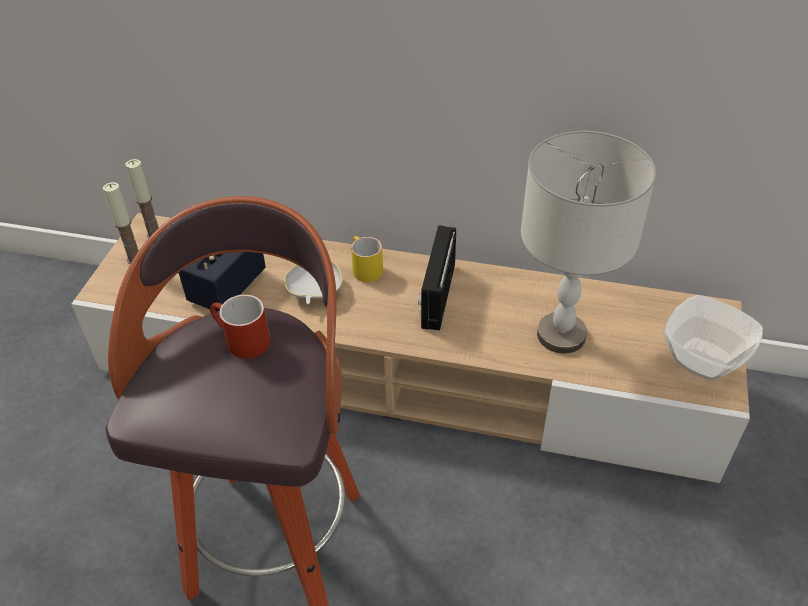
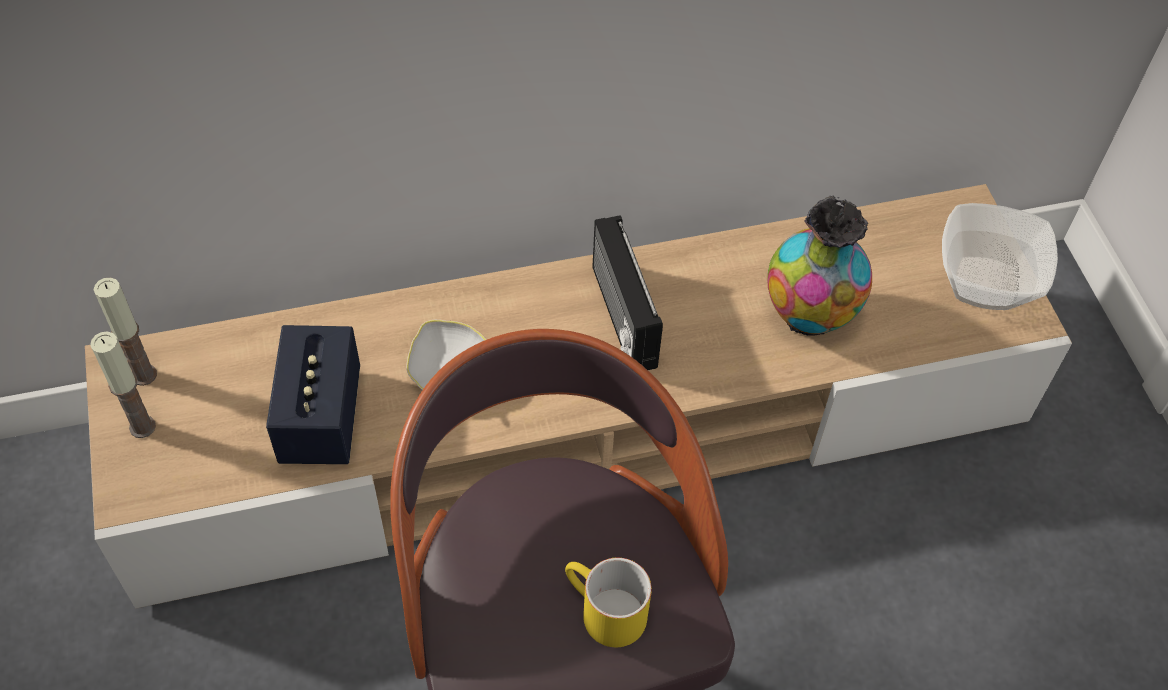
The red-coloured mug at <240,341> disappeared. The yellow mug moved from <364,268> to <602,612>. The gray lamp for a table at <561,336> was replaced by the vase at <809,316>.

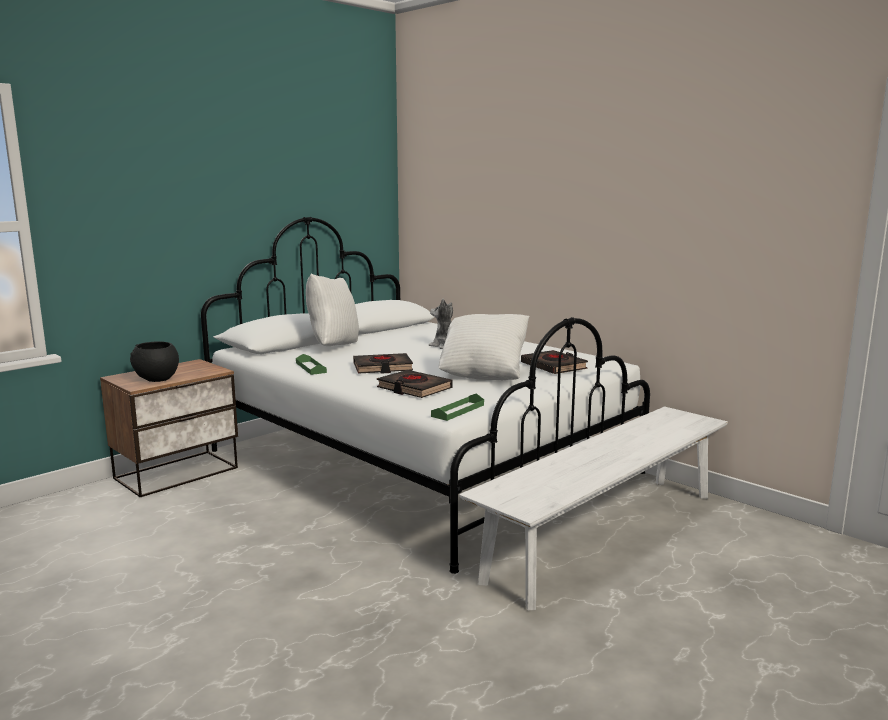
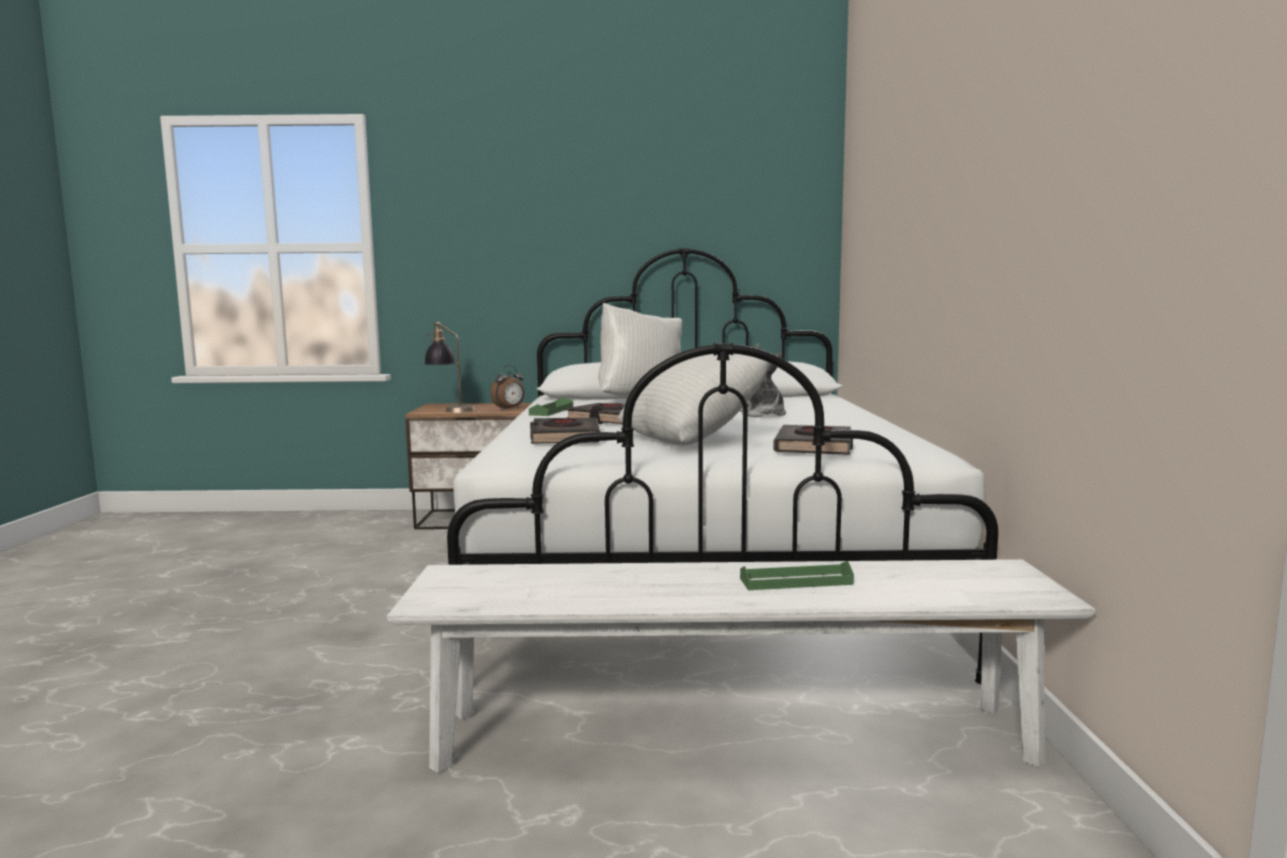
The bedside clock at <509,409> appeared. The greenish tray moved from <458,411> to <796,581>. The black-coloured deep dish at <156,379> was replaced by the lamp for a table at <451,409>.

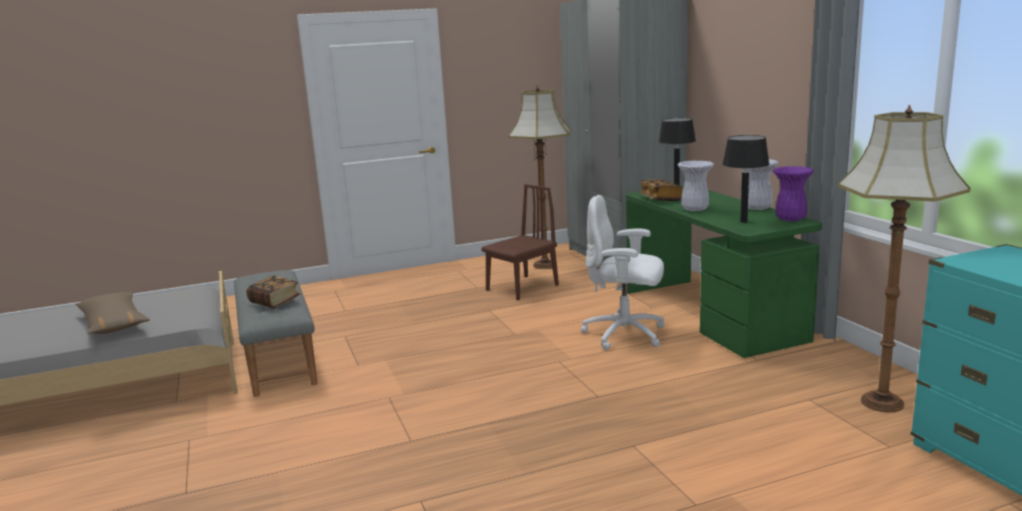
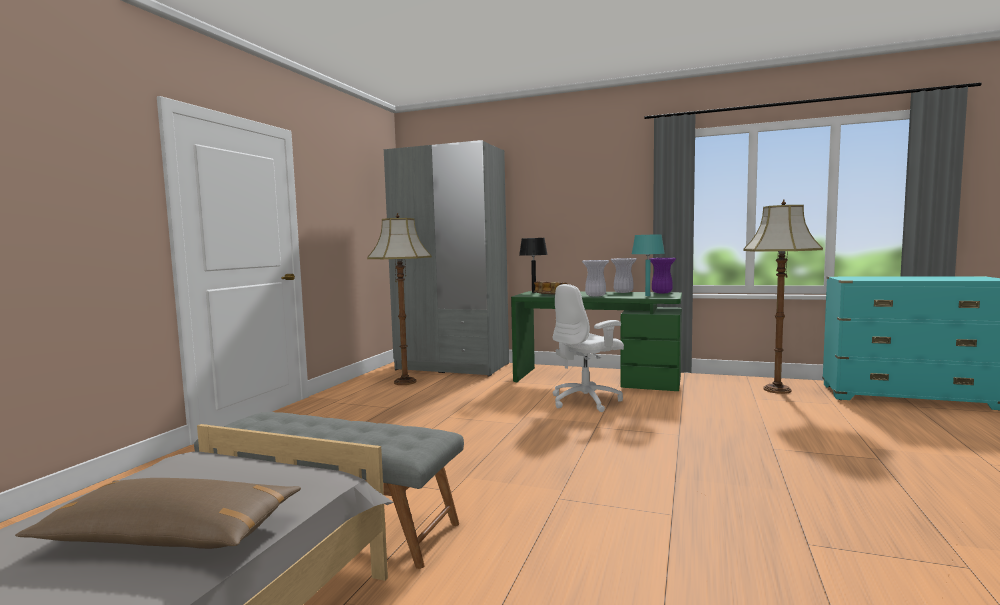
The book at <275,302> disappeared. The brown-coloured plain chair at <522,287> disappeared. The black-coloured lamp for a table at <743,222> became the blue-green lamp for a table at <647,295>.

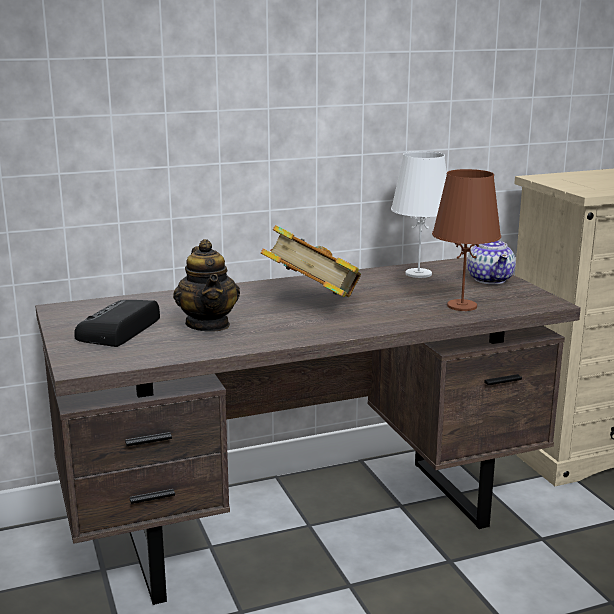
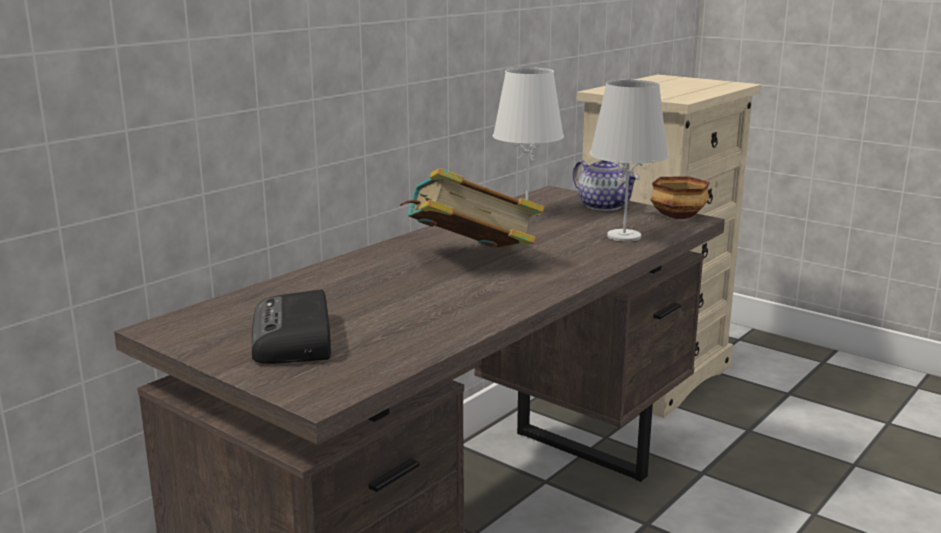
The teapot at <208,325> disappeared. The deep dish at <676,217> appeared. The brown-coloured lamp for a table at <462,306> became the white-coloured lamp for a table at <624,236>.

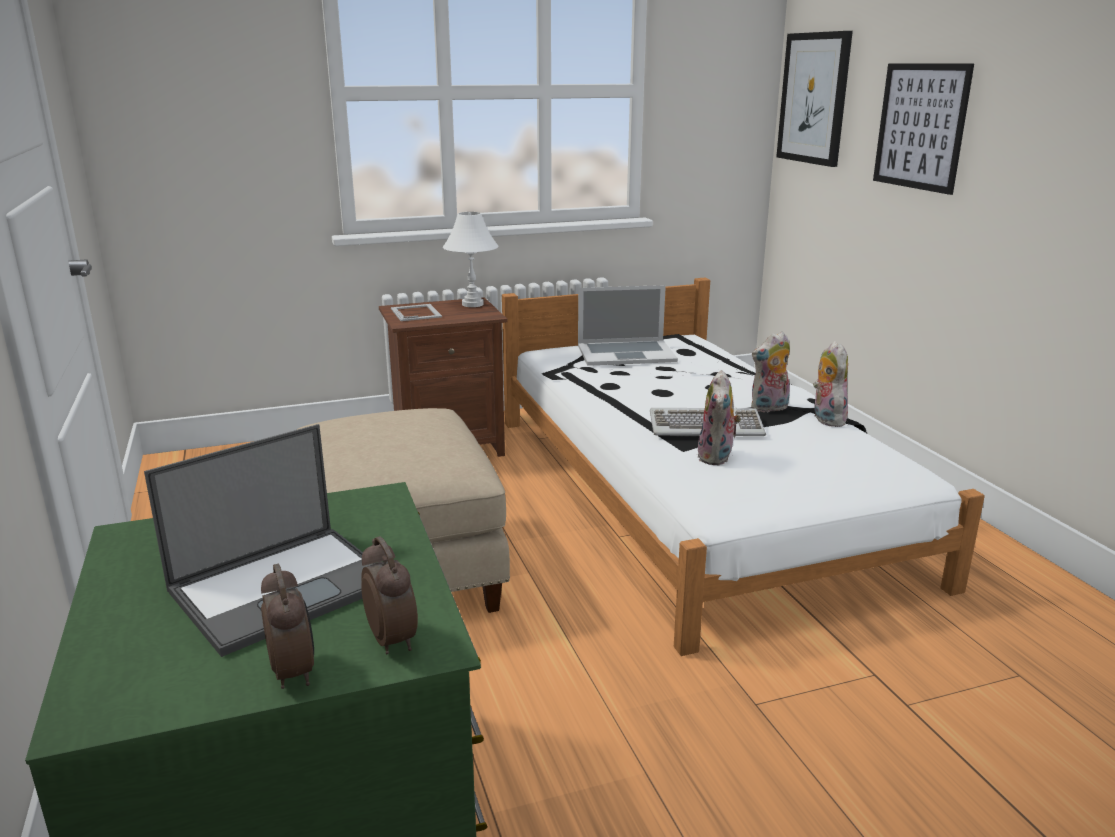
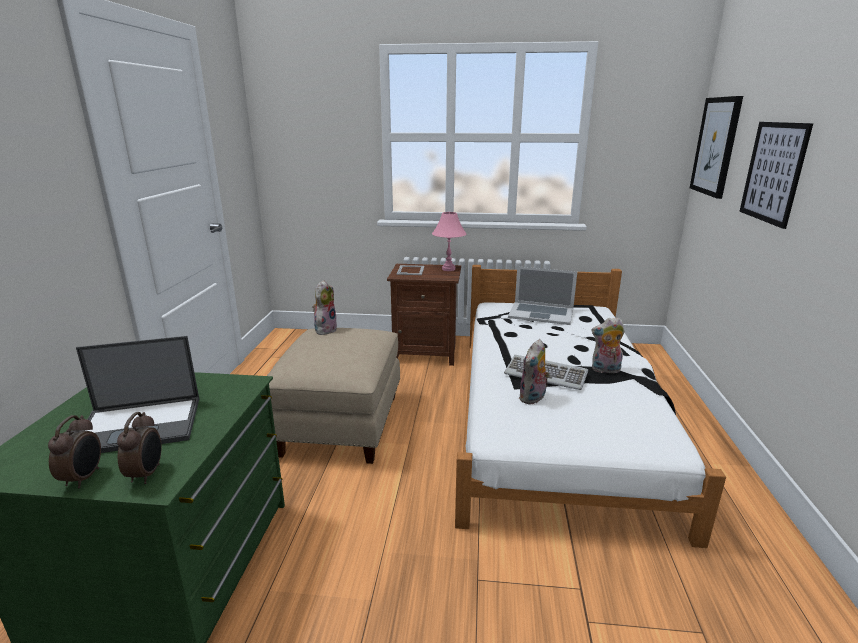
The soft toy moved from <825,419> to <325,329>. The white-coloured lamp for a table at <473,304> became the pink lamp for a table at <448,269>.

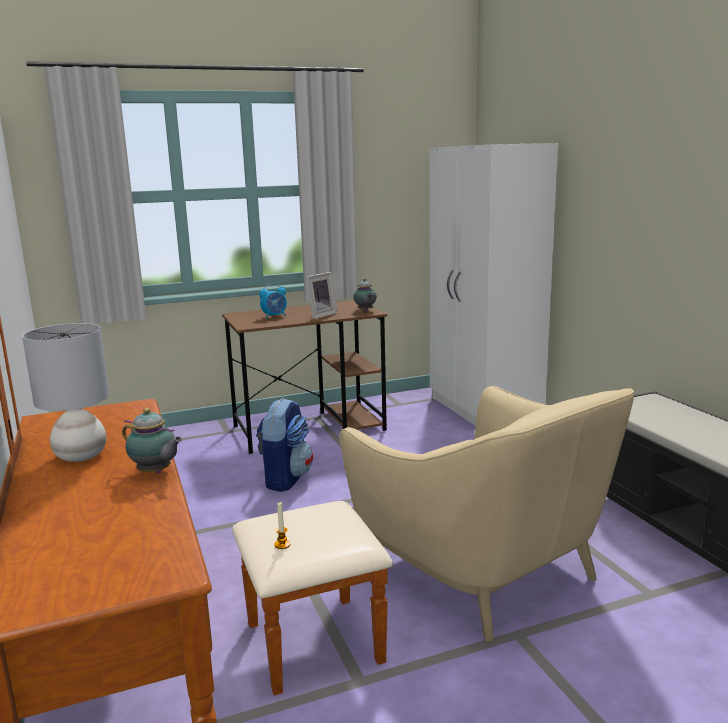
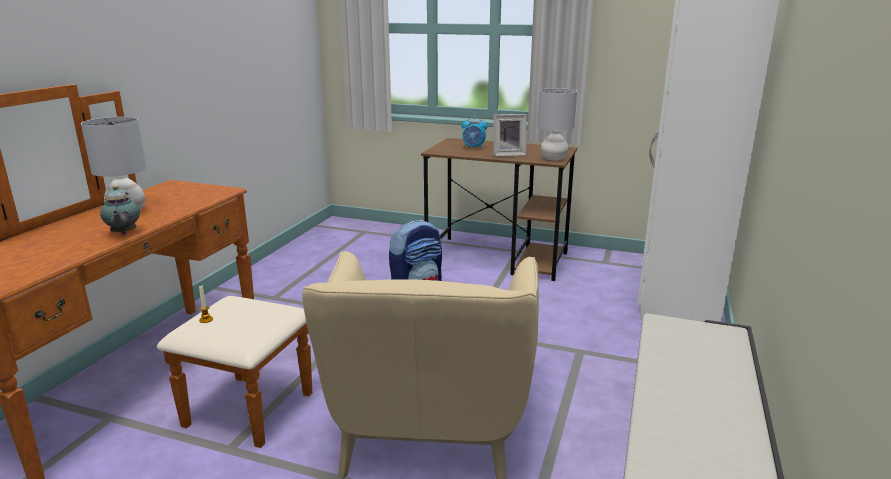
The teapot at <365,311> was replaced by the gray lamp for a table at <553,158>.

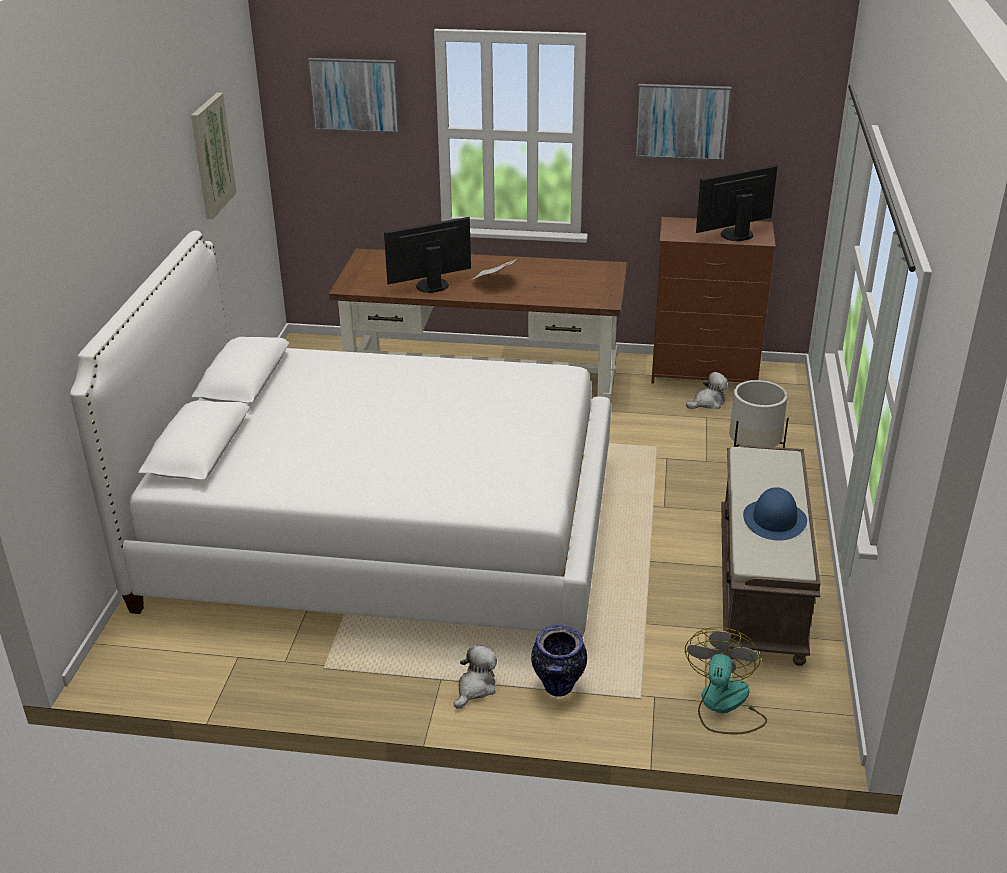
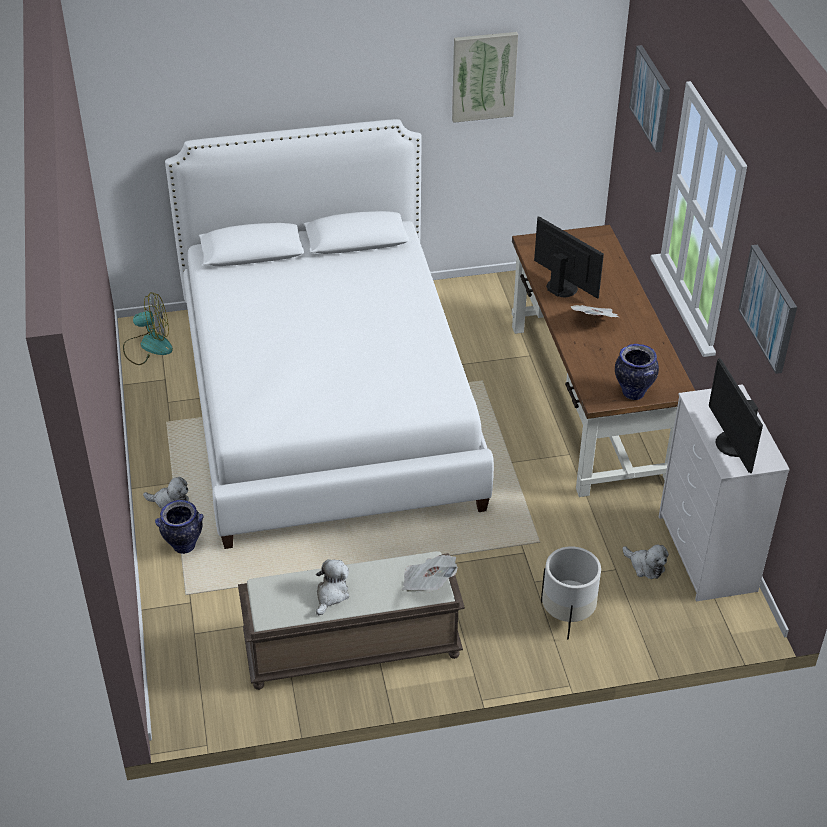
The printed paper at <428,583> appeared. The vase at <632,392> appeared. The fan moved from <724,705> to <148,346>. The blue clothing hat at <774,520> was replaced by the soft toy at <331,594>. The brown-coloured chest of drawers at <705,372> became the white-coloured chest of drawers at <707,554>. The monitor at <735,234> turned 150 degrees counterclockwise.

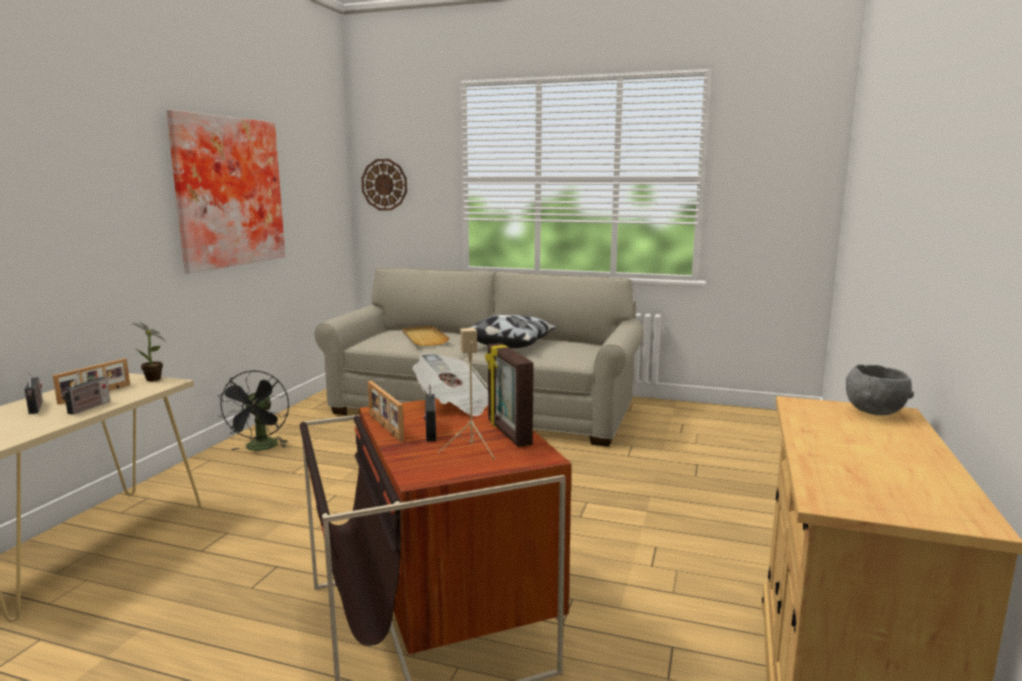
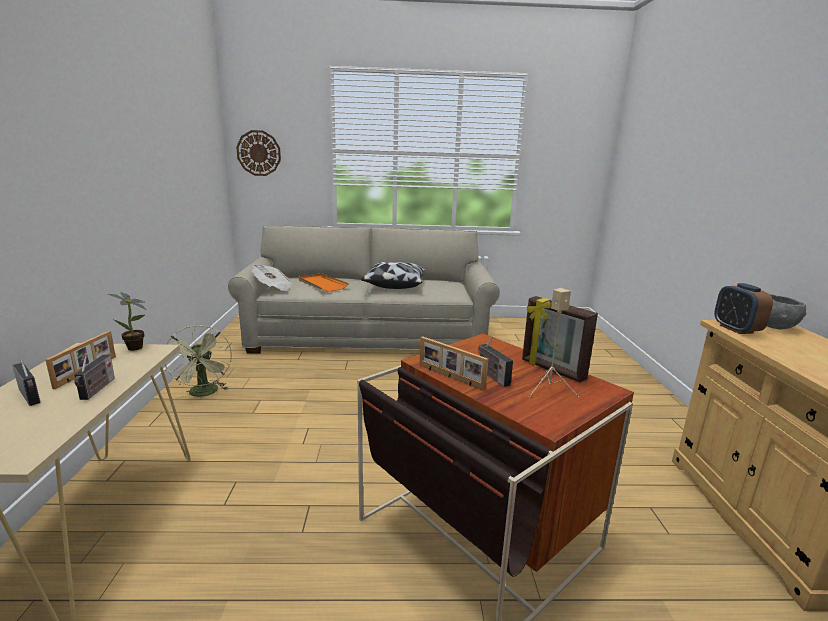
The wall art at <226,192> disappeared. The bedside clock at <736,329> appeared. The printed paper moved from <455,404> to <273,287>. The black-coloured fan at <261,448> became the greenish fan at <204,393>. The sand-coloured tray at <424,338> became the orange-coloured tray at <322,284>.

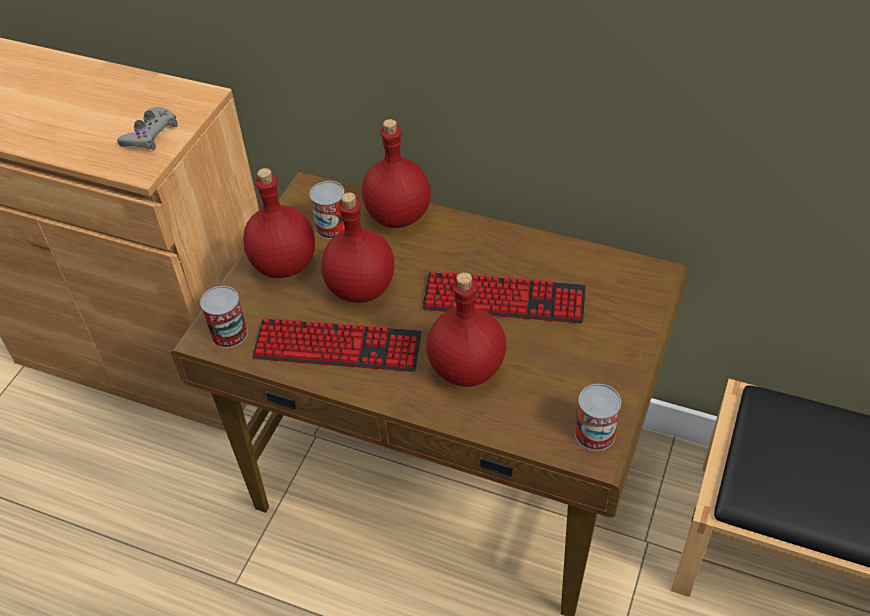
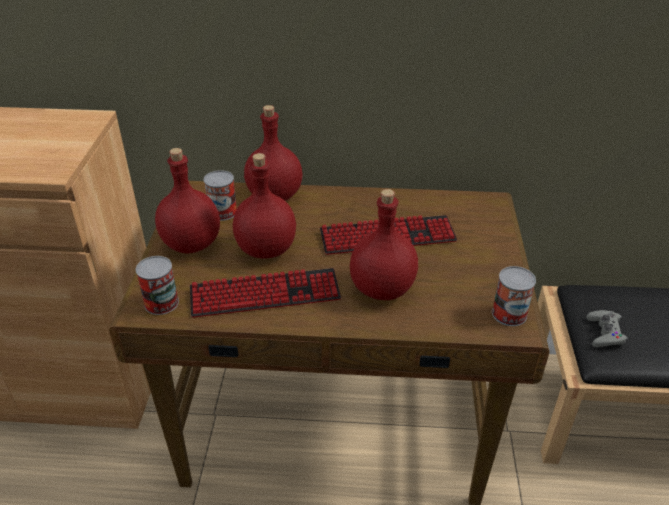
The gray game controller moved from <150,134> to <605,333>.

